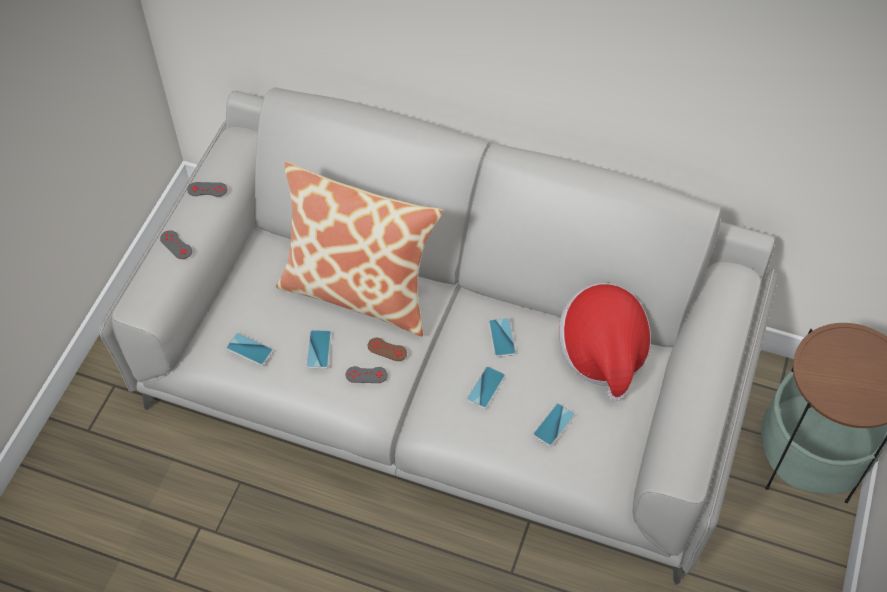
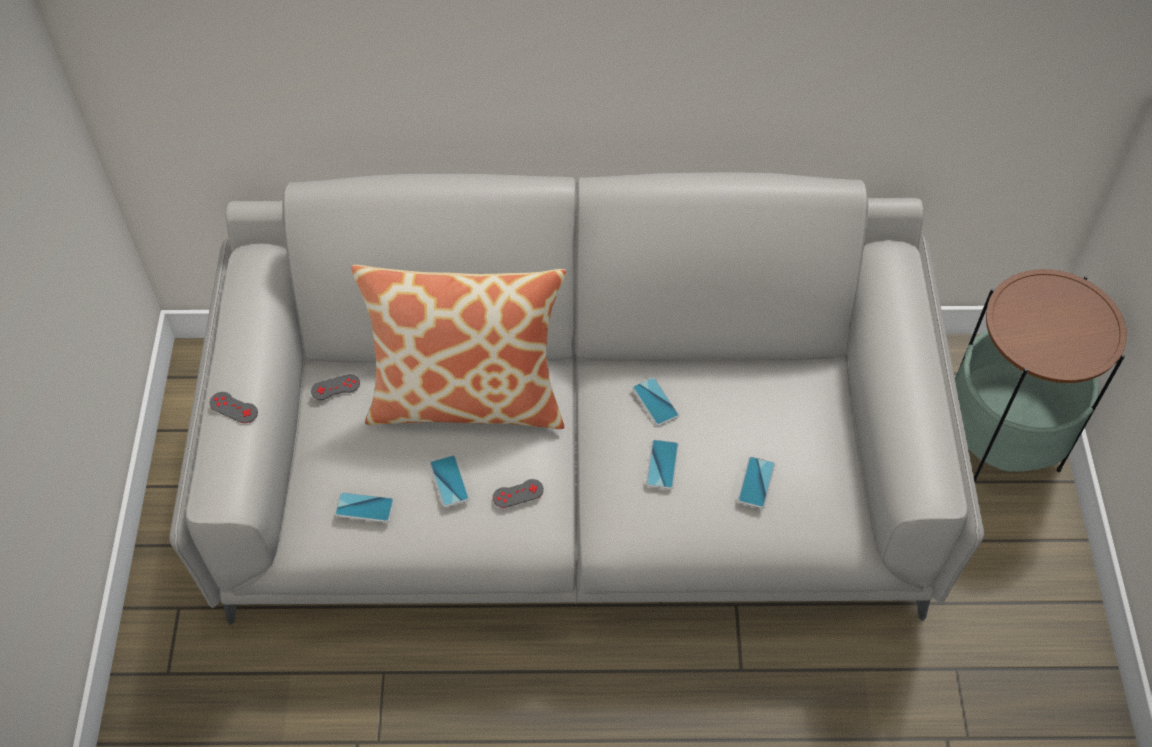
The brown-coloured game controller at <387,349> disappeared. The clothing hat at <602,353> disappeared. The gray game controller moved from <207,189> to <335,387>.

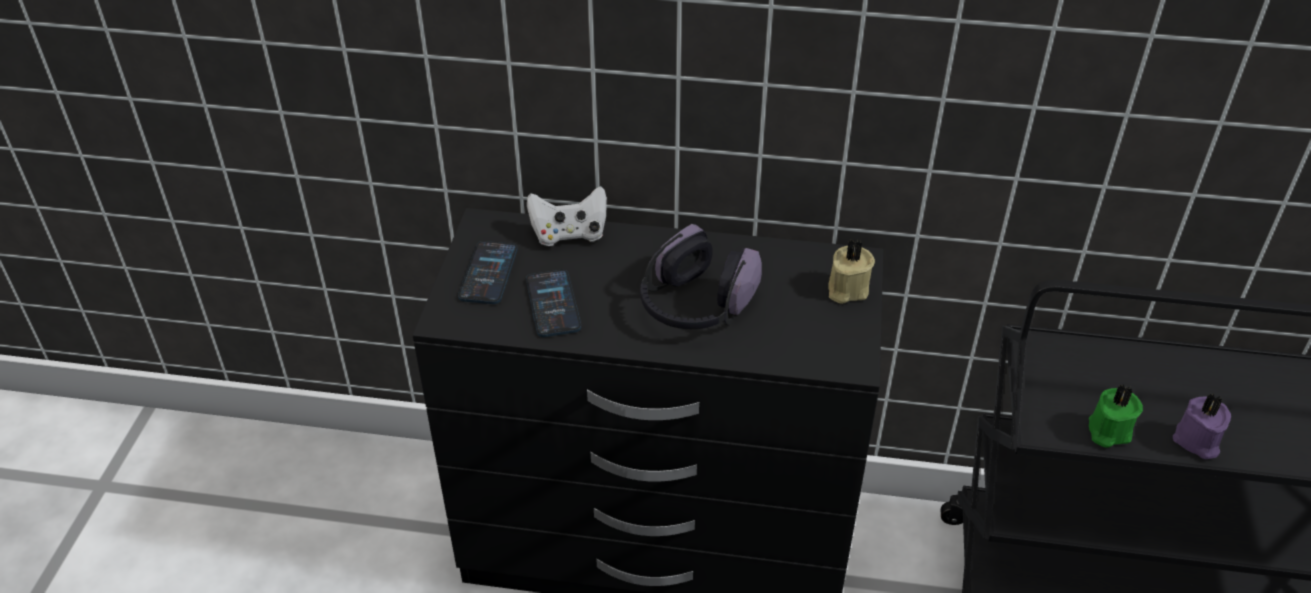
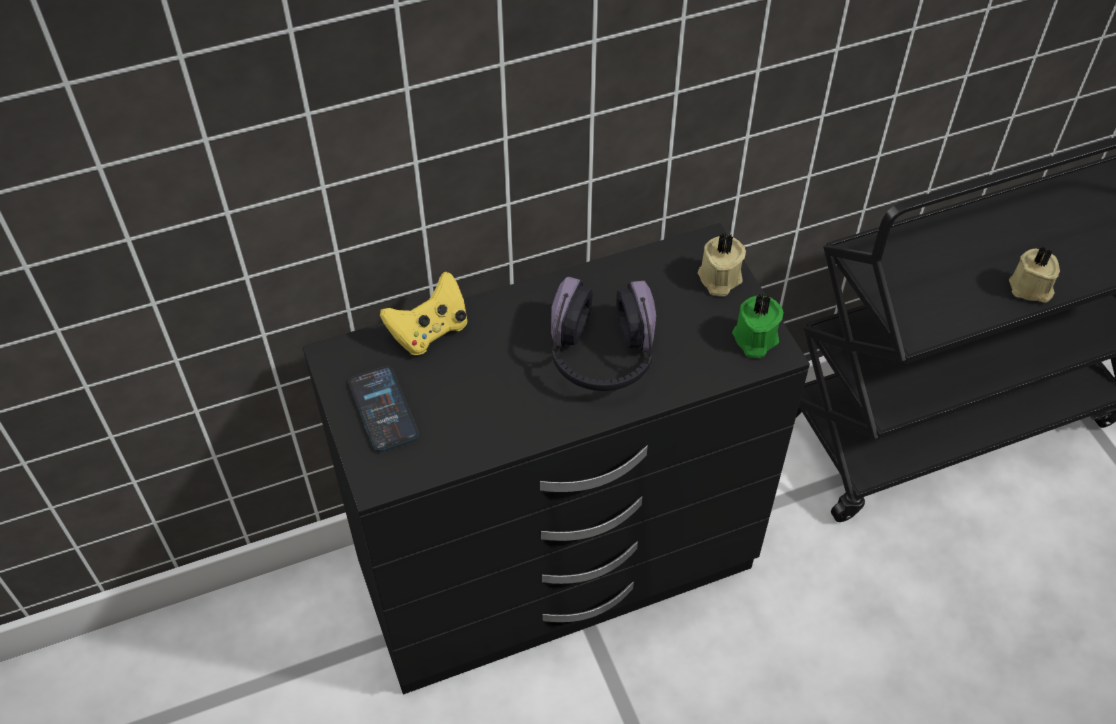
The phone at <553,304> disappeared. The greenish candle moved from <1107,431> to <754,339>. The white-coloured game controller at <569,234> became the yellow game controller at <429,331>. The purple candle at <1196,441> became the sand-coloured candle at <1030,288>.

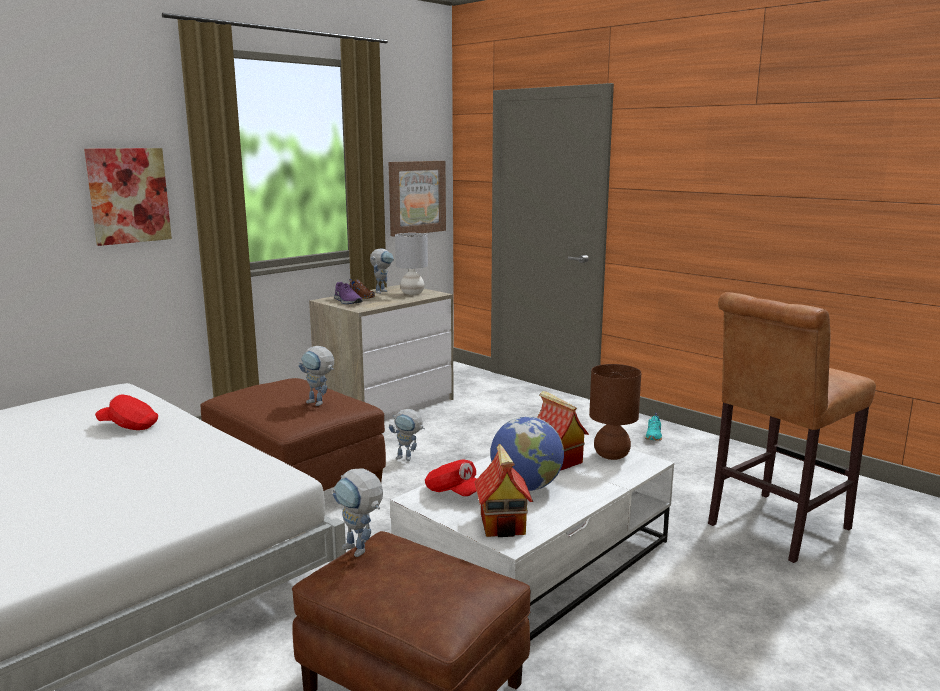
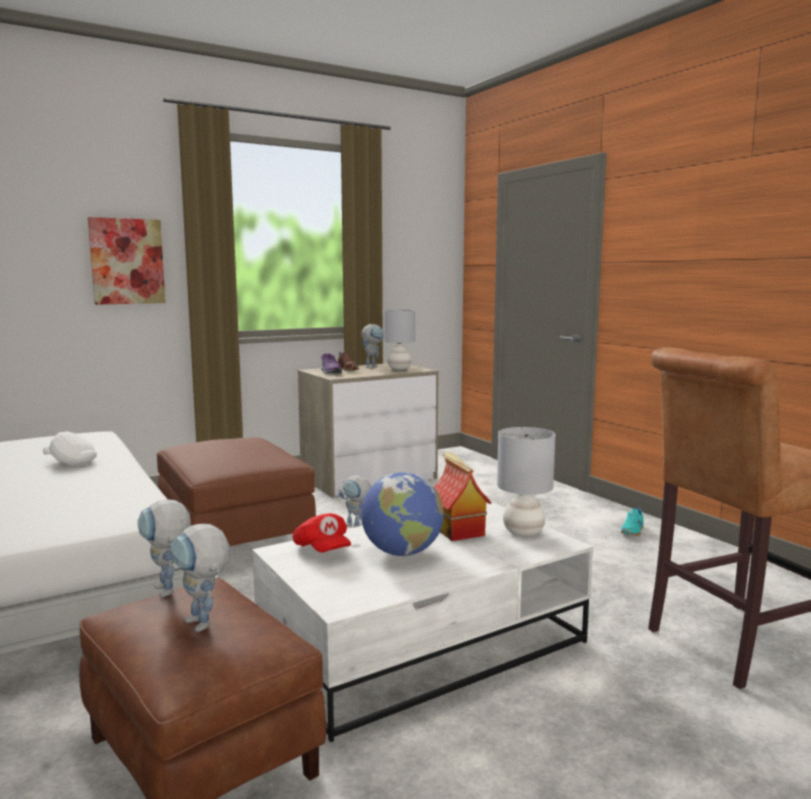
The wall art at <416,197> disappeared. The toy house at <503,524> disappeared. The toy robot moved from <319,404> to <204,626>. The red-coloured cap at <129,426> became the white-coloured cap at <71,462>. The brown-coloured lamp for a table at <611,456> became the gray lamp for a table at <523,532>.

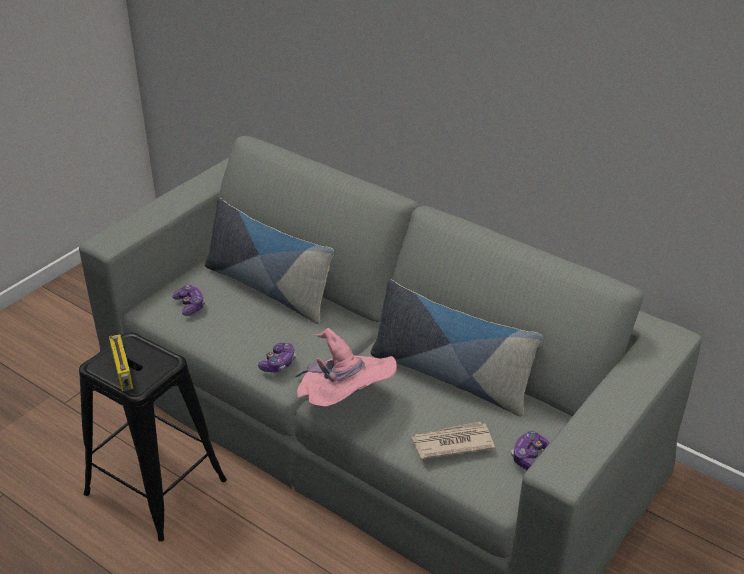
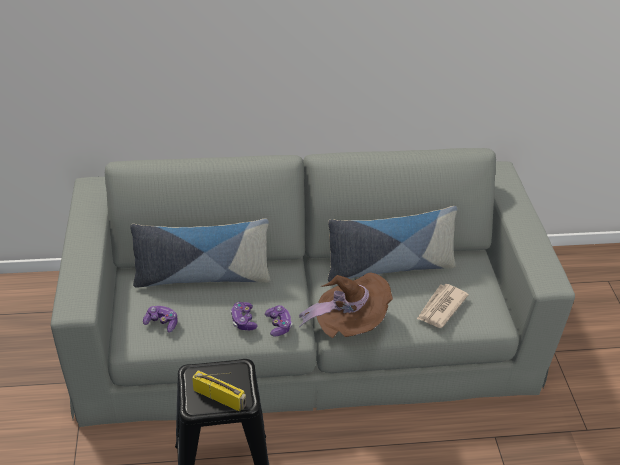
The game controller moved from <529,456> to <243,320>. The pink clothing hat at <344,402> became the brown-coloured clothing hat at <349,323>.

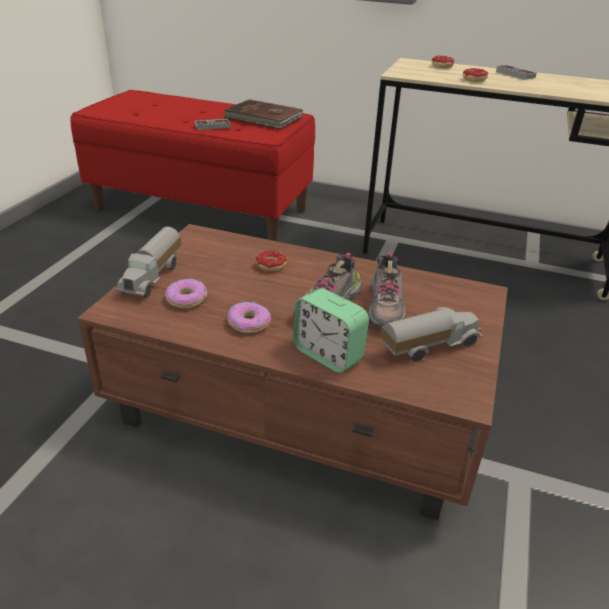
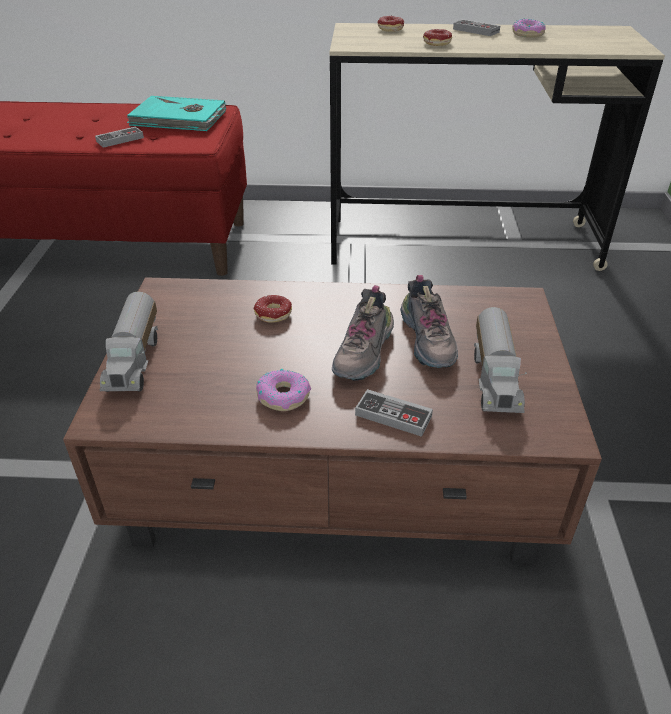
The doughnut moved from <187,299> to <528,34>. The bedside clock at <328,354> was replaced by the game controller at <393,416>. The brown-coloured book at <263,118> became the blue-green book at <179,119>. The toy truck at <428,346> turned 135 degrees clockwise.

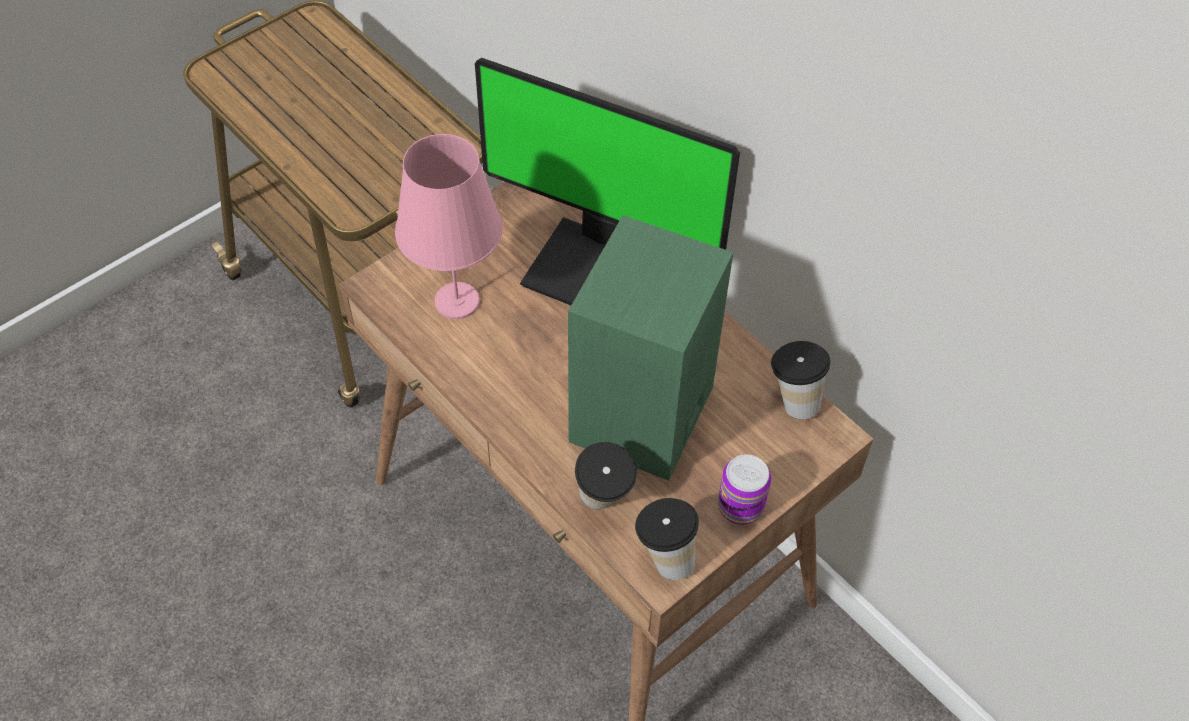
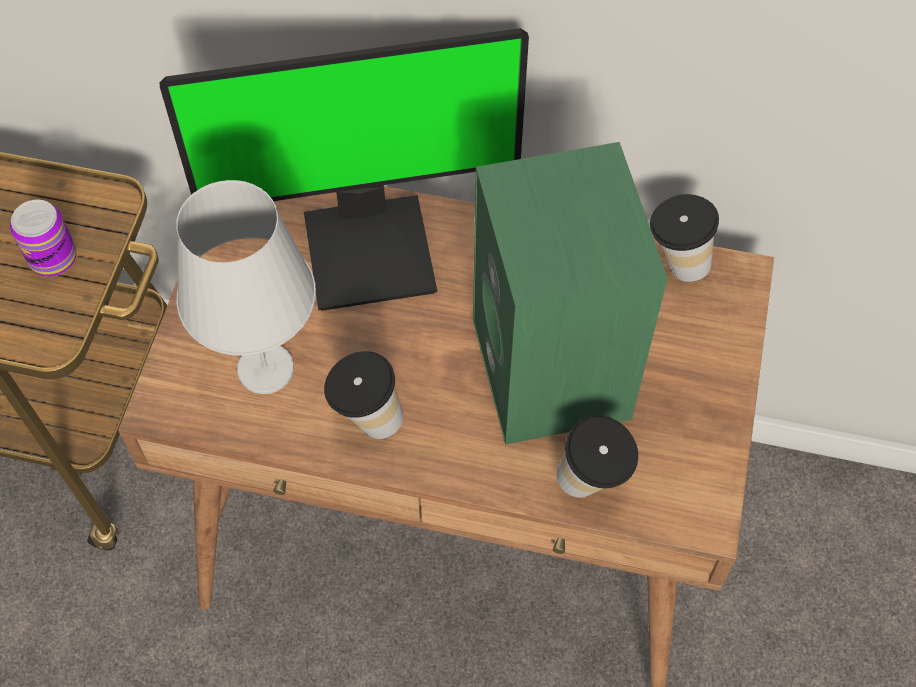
The drinking cup moved from <664,558> to <367,421>. The sealed can moved from <740,506> to <53,258>. The pink lamp for a table at <456,301> became the white-coloured lamp for a table at <265,369>.

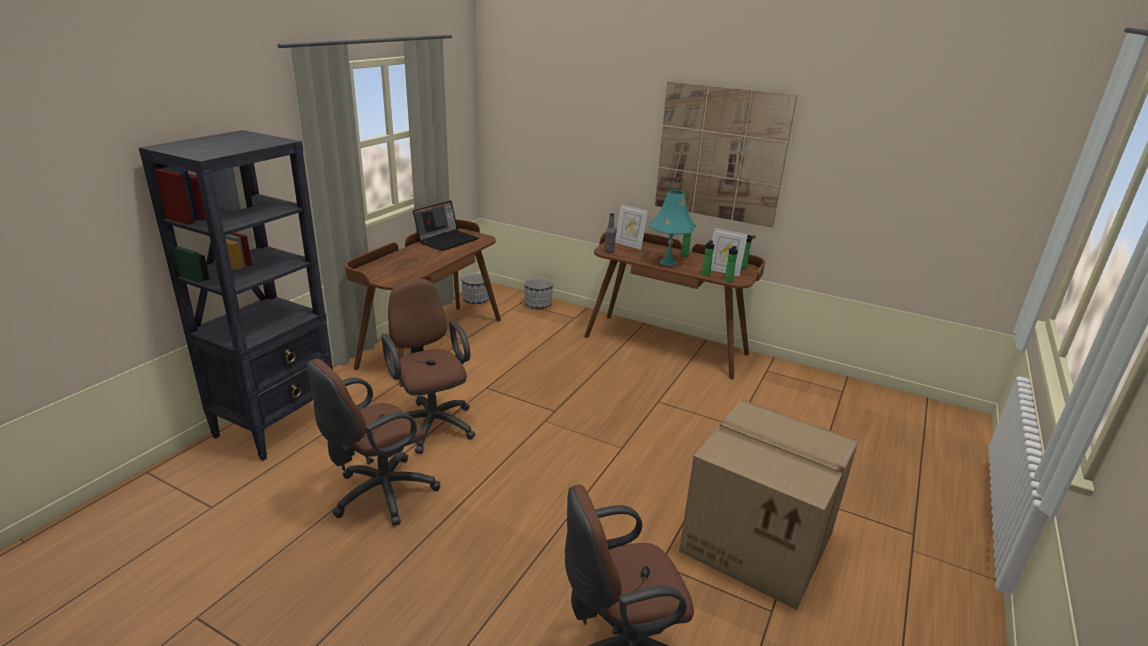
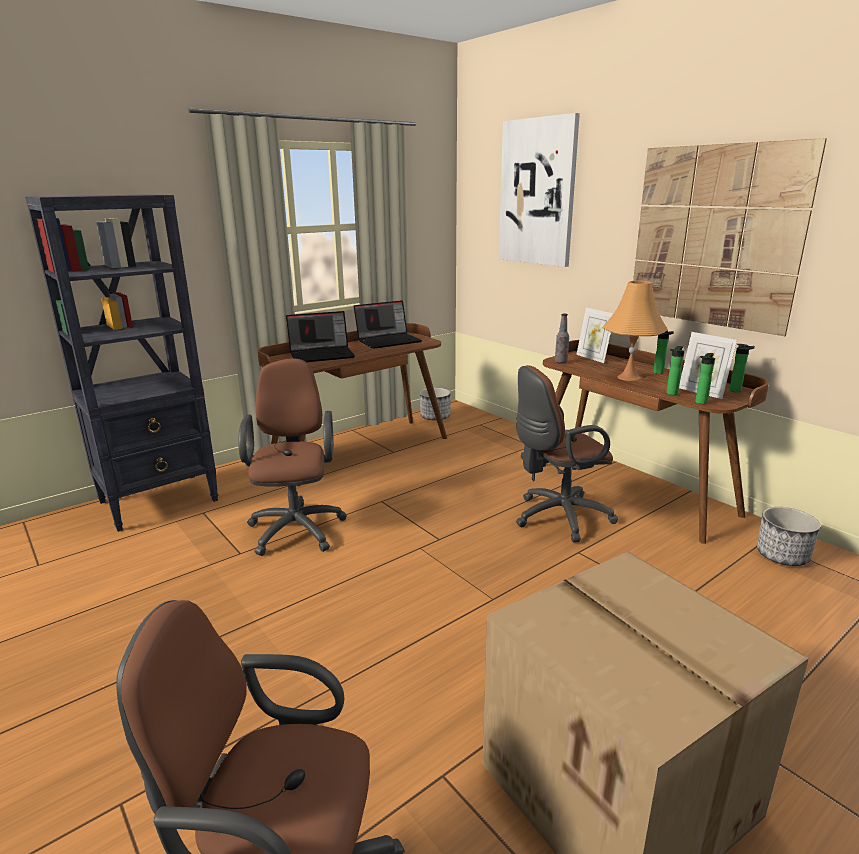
The notebook computer at <322,355> appeared. The wall art at <537,193> appeared. The brown-coloured computer chair moved from <379,495> to <557,517>. The planter moved from <538,305> to <782,555>. The blue-green lamp for a table at <668,262> became the orange-coloured lamp for a table at <628,377>.

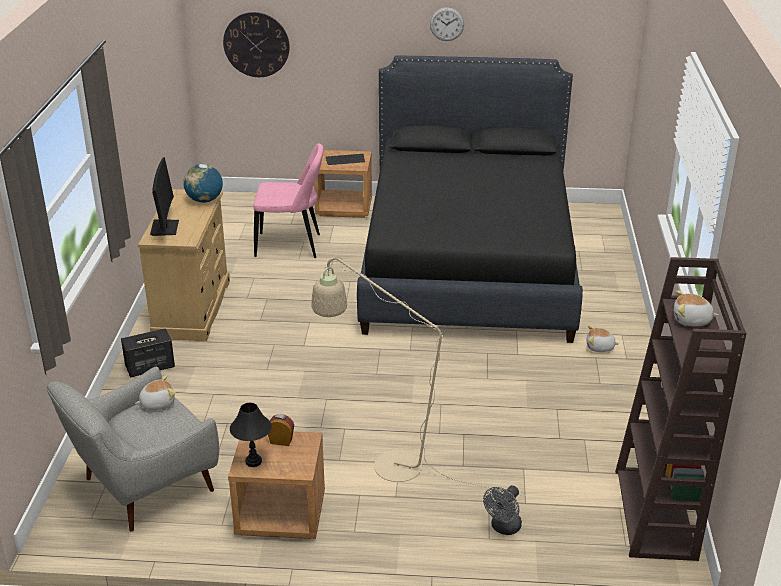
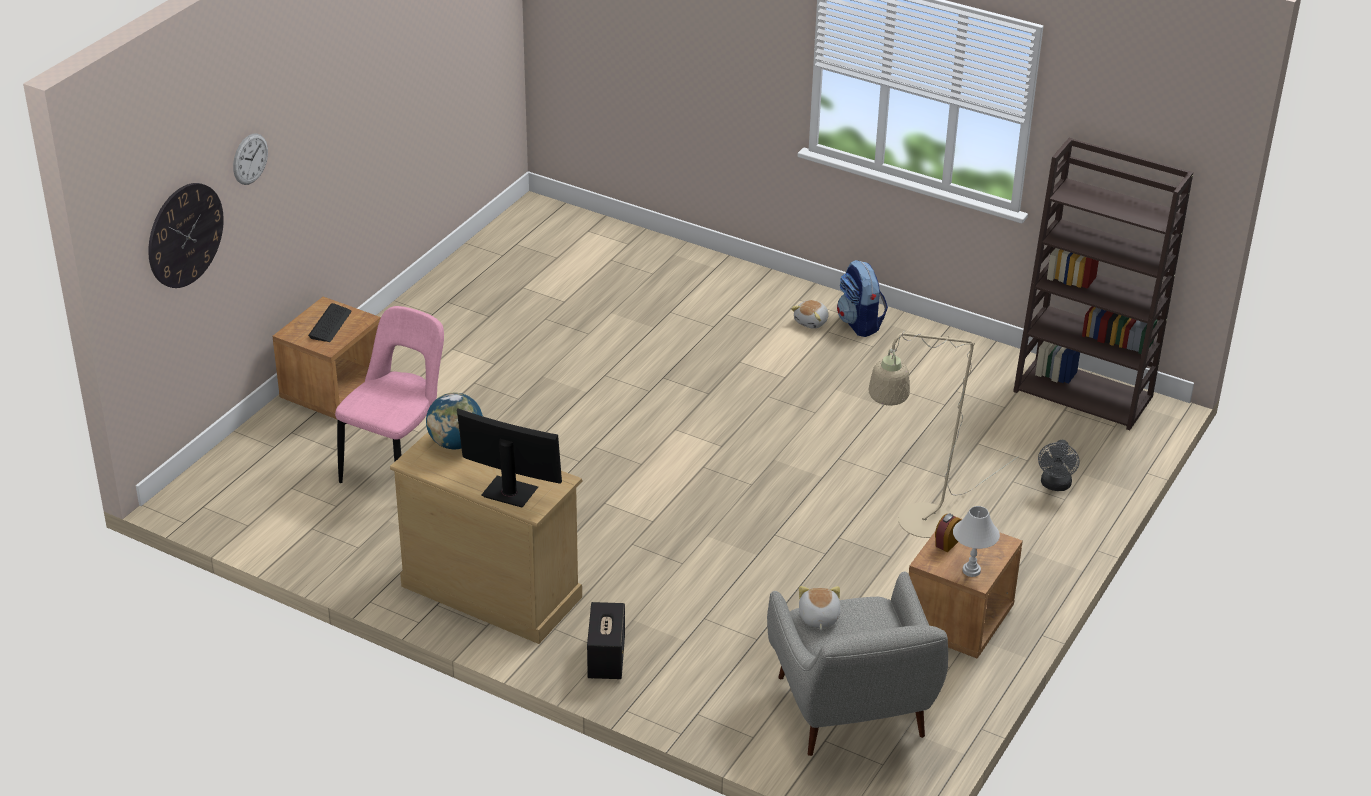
The black-coloured sleeping bed at <468,263> disappeared. The soft toy at <691,320> disappeared. The rucksack at <860,323> appeared. The wall clock moved from <447,24> to <250,159>. The black-coloured lamp for a table at <254,461> became the white-coloured lamp for a table at <971,570>. The gray fan at <503,528> turned 45 degrees clockwise.

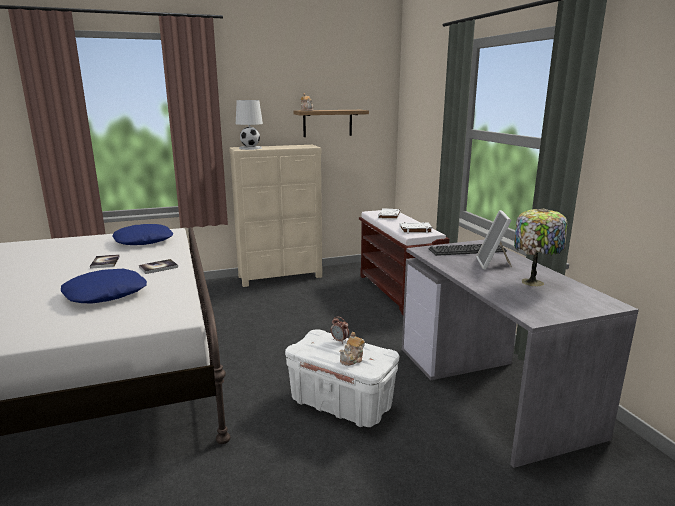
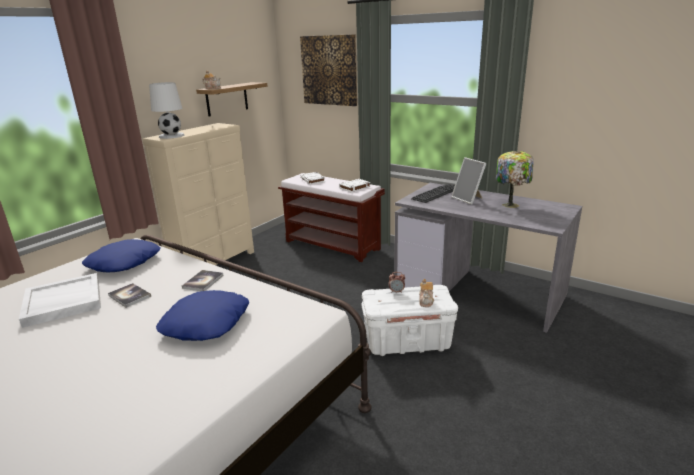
The white-coloured tray at <62,302> appeared. The wall art at <329,70> appeared.

